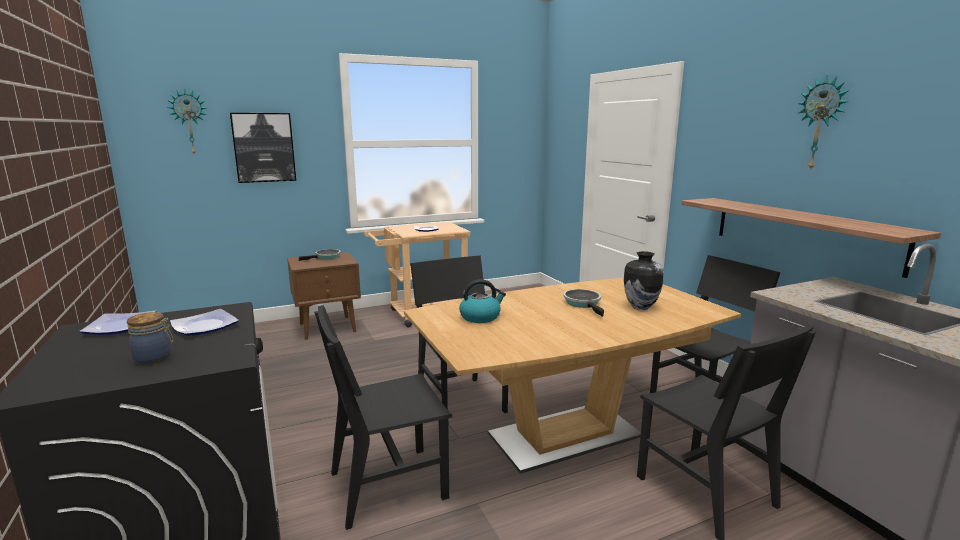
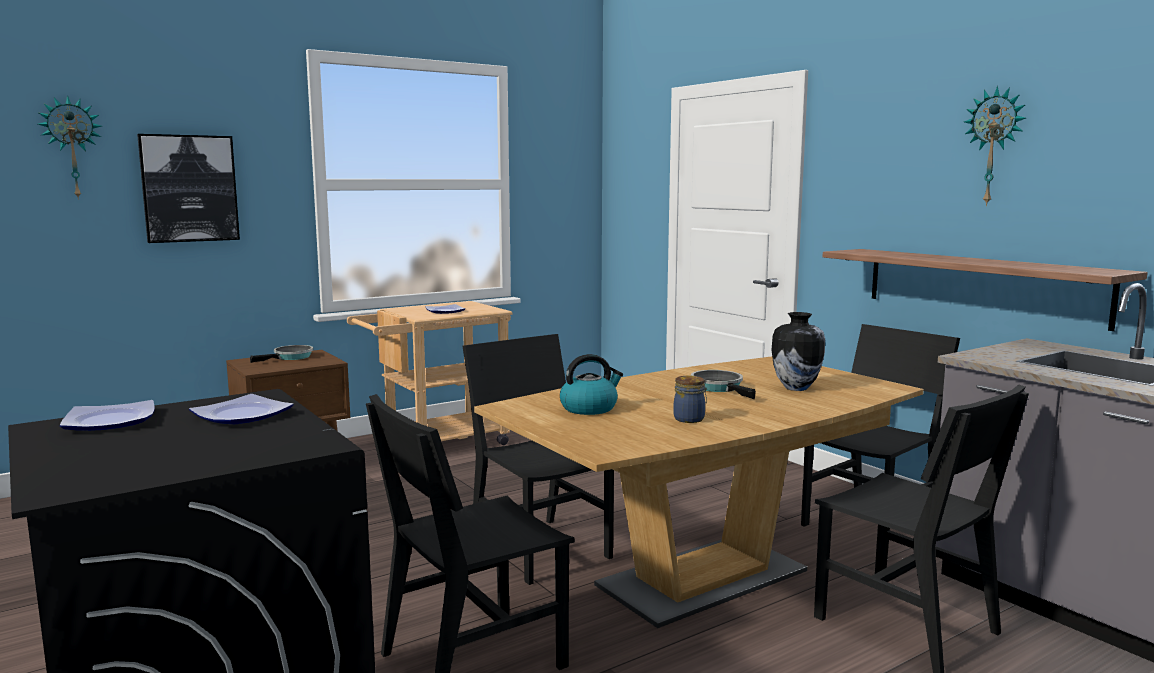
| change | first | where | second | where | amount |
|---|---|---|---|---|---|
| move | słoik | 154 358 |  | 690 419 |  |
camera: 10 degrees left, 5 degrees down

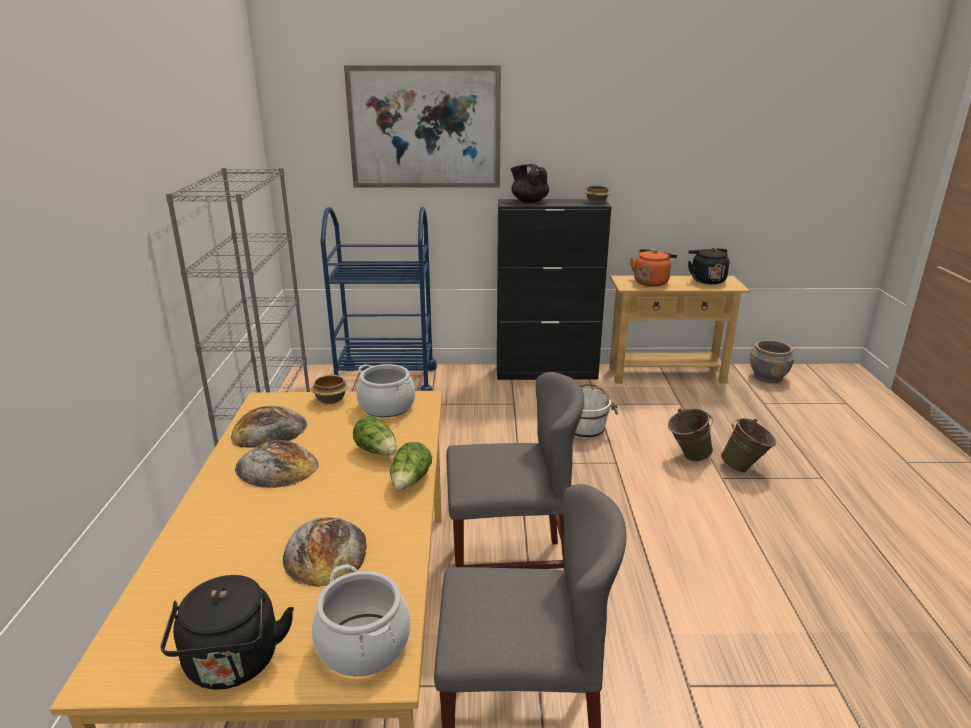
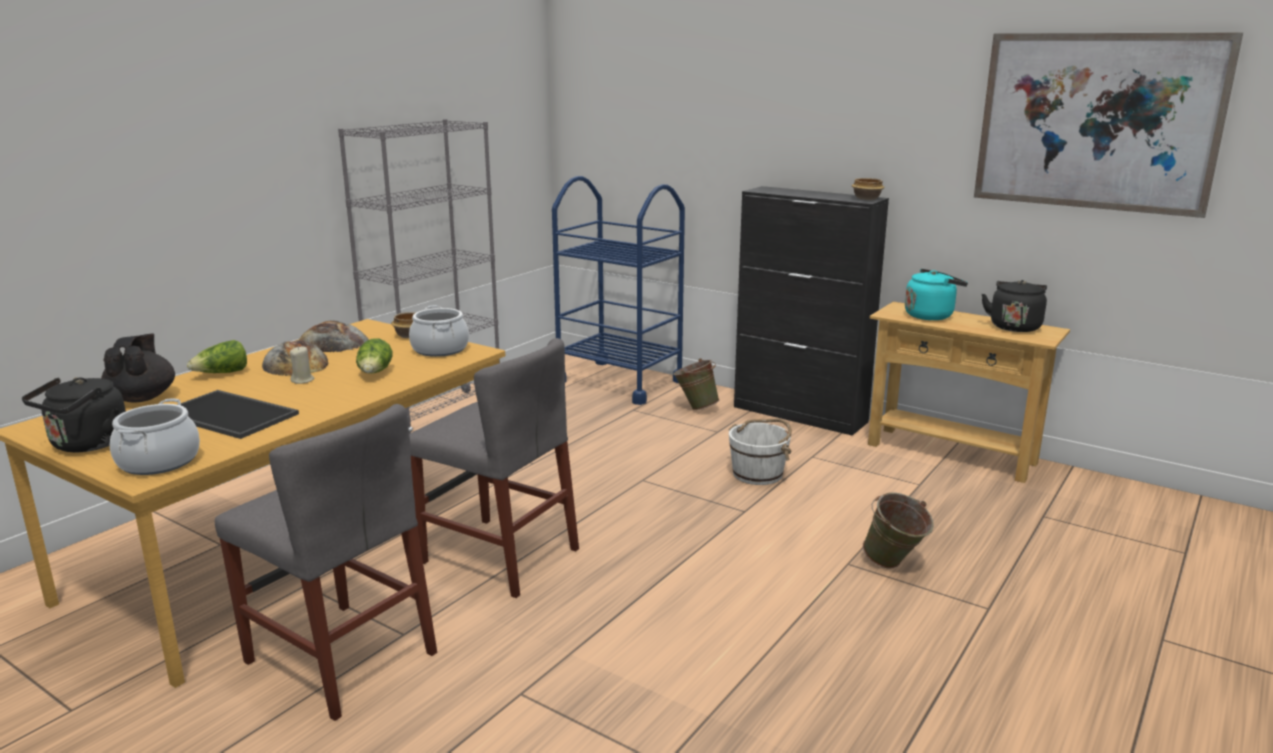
| change | first | where | second | where | amount |
|---|---|---|---|---|---|
| move | imbryk/czarny | 529 201 |  | 142 397 |  |
| replace | chleb | 326 552 | taca | 231 414 |  |
| move | sałata | 410 481 |  | 222 374 |  |
| insert |  |  | świeca/beżowy | 303 380 |  |
| move | wiadro/zielony | 687 457 |  | 695 407 |  |
| recolor | czajnik/pomarańczowy | 651 282 | czajnik/turkusowy | 931 315 |  |
| move | obraz | 424 128 |  | 1096 122 |  |
| delete | donica/szary | 767 377 |  |  |  |
camera: 35 degrees right, 5 degrees down

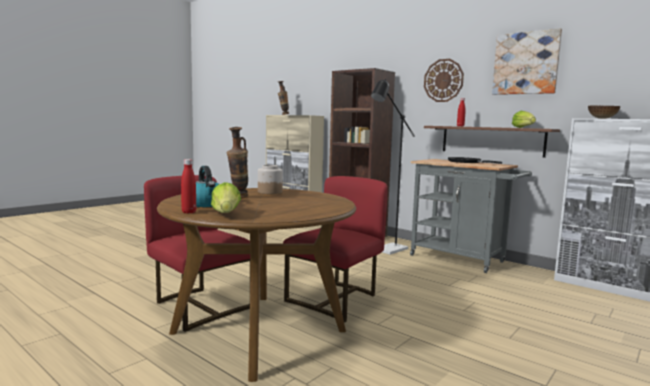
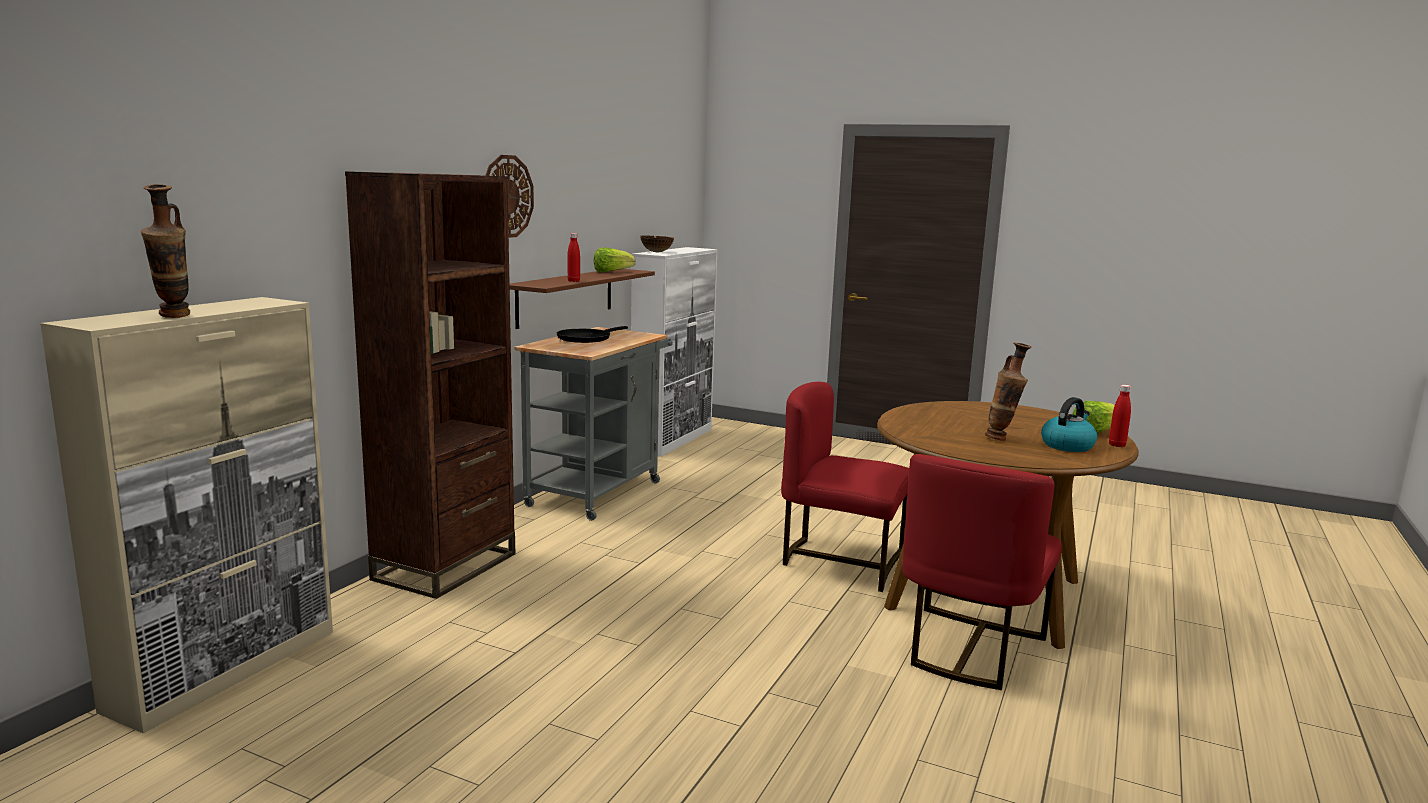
| change | first | where | second | where | amount |
|---|---|---|---|---|---|
| delete | słoik | 269 192 |  |  |  |
| delete | lampa stojąca/czarny | 387 250 |  |  |  |
| delete | obraz | 526 63 |  |  |  |
camera: 105 degrees left, 5 degrees up

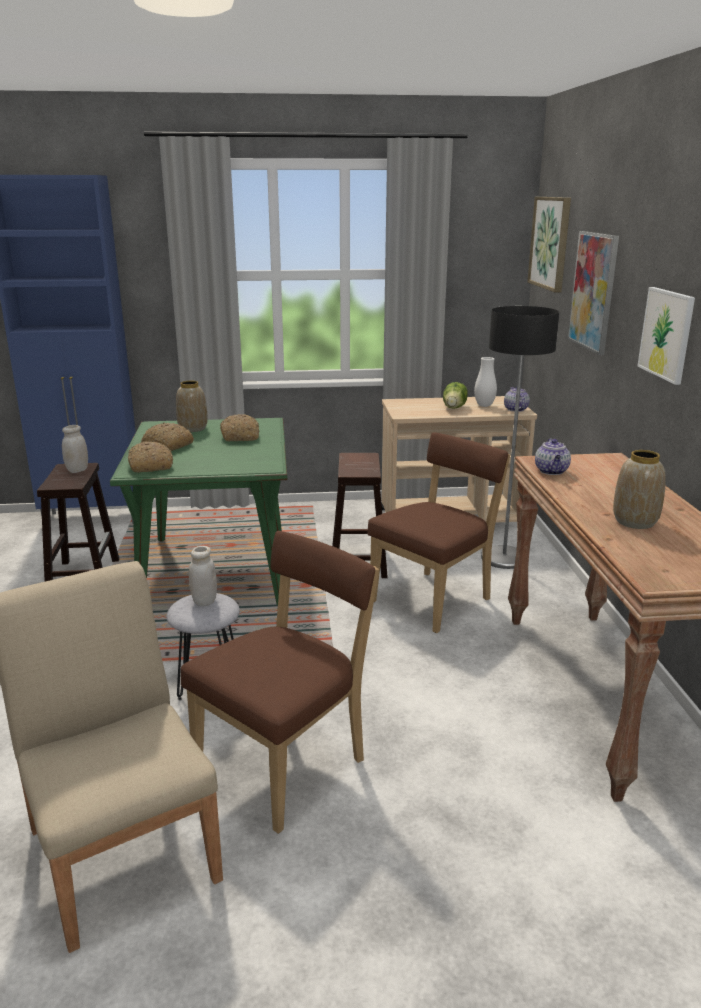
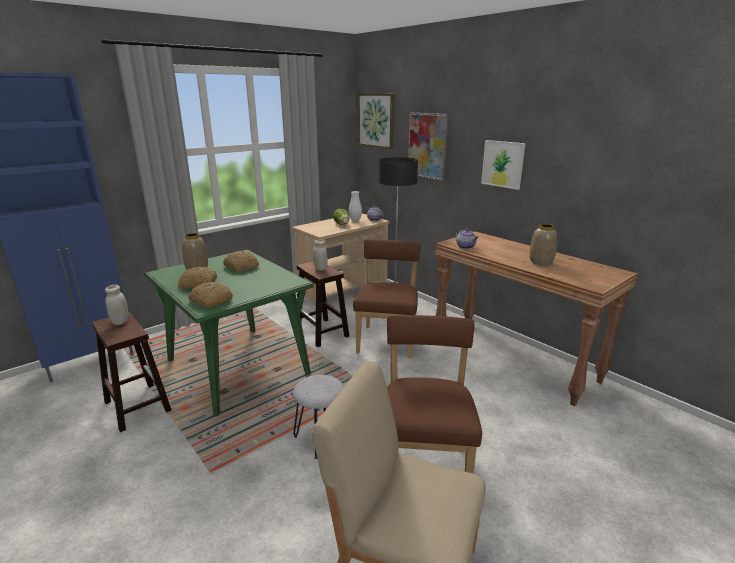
| change | first | where | second | where | amount |
|---|---|---|---|---|---|
| move | słoik/biały | 204 601 |  | 320 268 |  |
camera: 35 degrees left, 0 degrees up

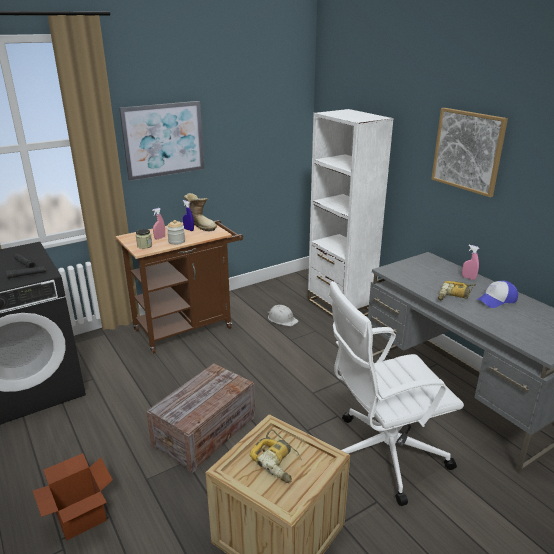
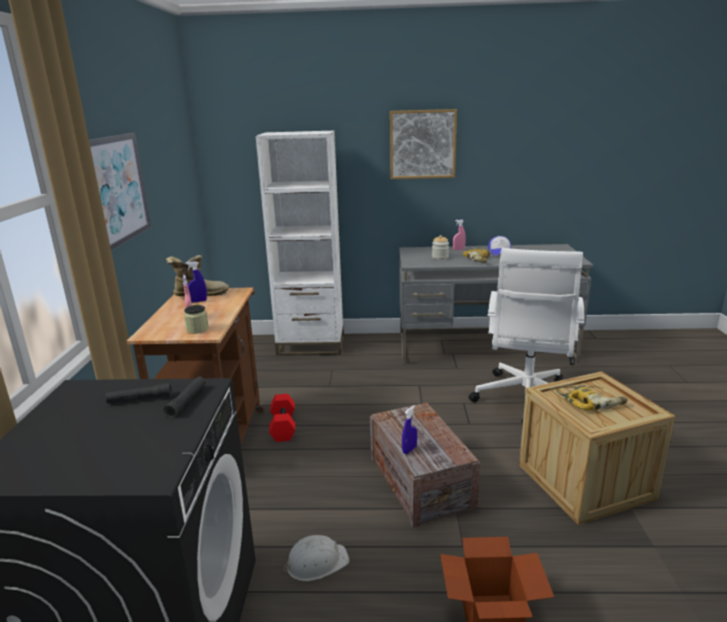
| change | first | where | second | where | amount |
|---|---|---|---|---|---|
| insert |  |  | hantel/czerwony | 282 426 |  |
| move | kask/biały | 282 319 |  | 316 562 |  |
| insert |  |  | spryskiwacz/niebieski | 409 450 |  |
| move | słoik | 176 241 |  | 440 257 |  |
camera: 55 degrees left, 5 degrees down

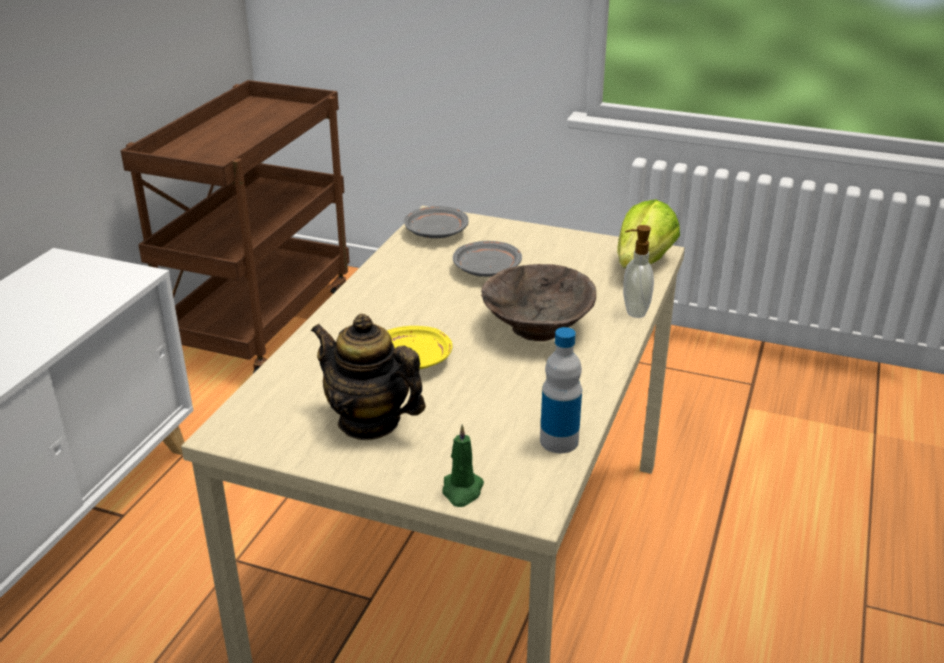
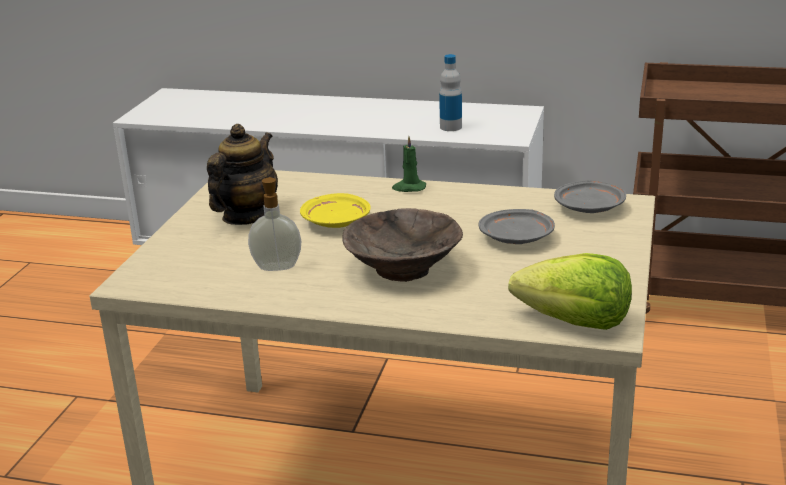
| change | first | where | second | where | amount |
|---|---|---|---|---|---|
| move | dozownik mydła | 634 311 |  | 277 266 |  |
| move | świeca/zielony | 462 491 |  | 409 188 |  |
| move | butelka | 559 441 |  | 451 127 |  |
camera: 85 degrees right, 5 degrees down

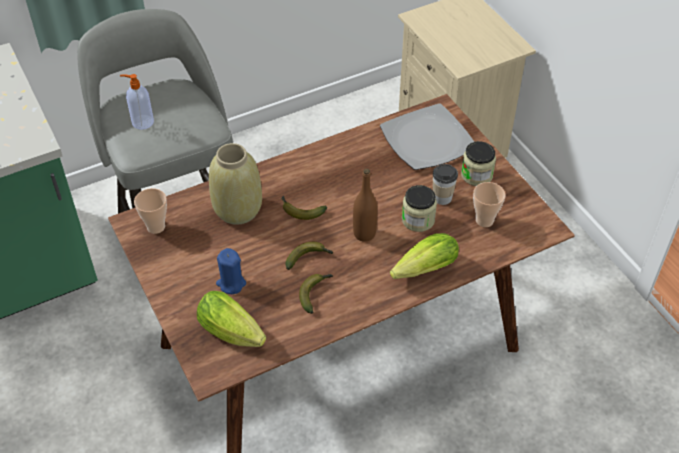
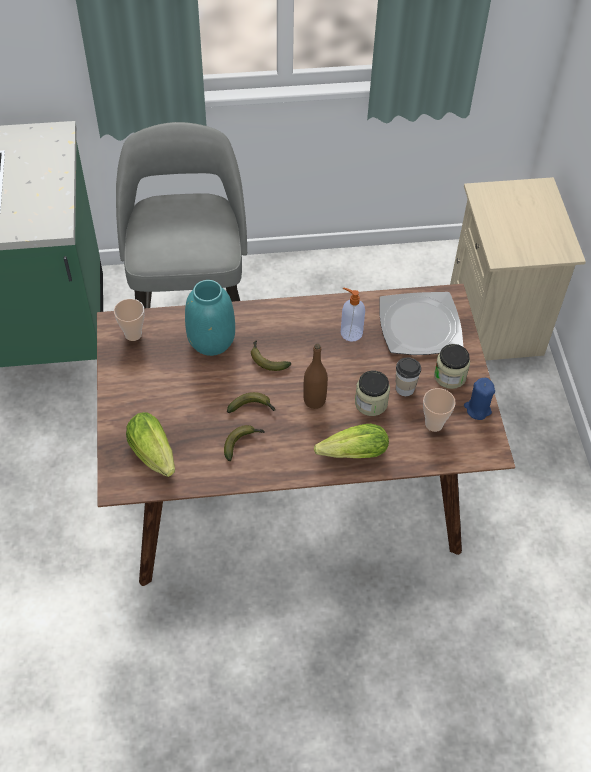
| change | first | where | second | where | amount |
|---|---|---|---|---|---|
| recolor | wazon/beżowy | 238 210 | wazon/turkusowy | 212 341 |  |
| move | dozownik mydła | 142 122 |  | 350 332 |  |
| move | świeca/niebieski | 231 283 |  | 477 409 |  |
camera: 20 degrees right, 5 degrees up

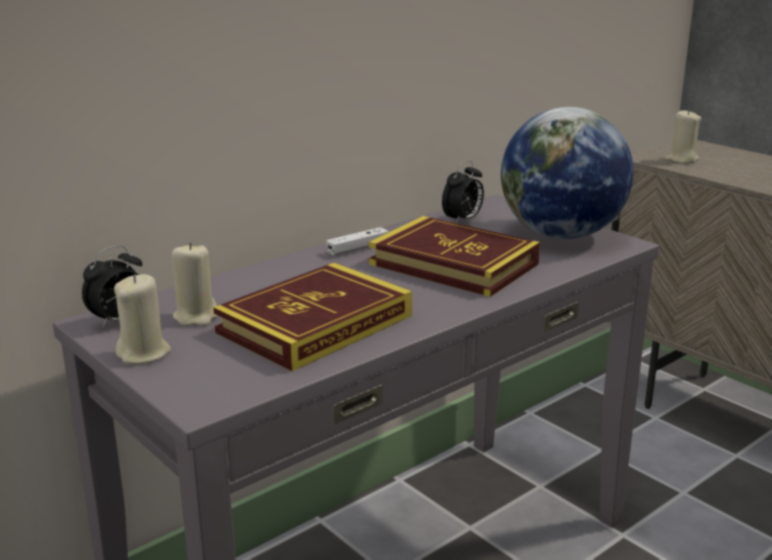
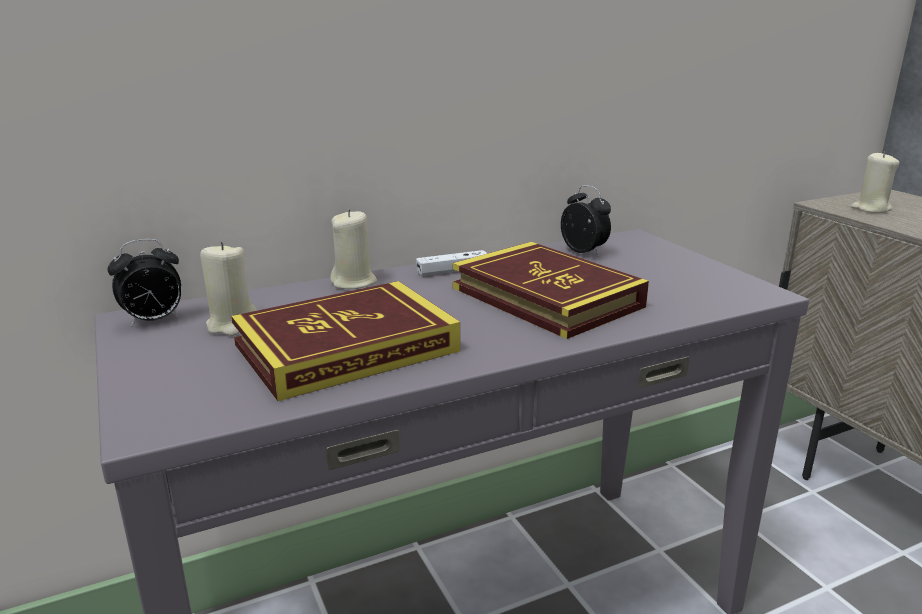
| change | first | where | second | where | amount |
|---|---|---|---|---|---|
| move | świeca/beżowy | 144 353 |  | 354 282 |  |
| rotate | budzik | 462 220 |  | 585 252 | 90 degrees counterclockwise |
| delete | globus | 560 235 |  |  |  |
camera: 15 degrees right, 0 degrees up

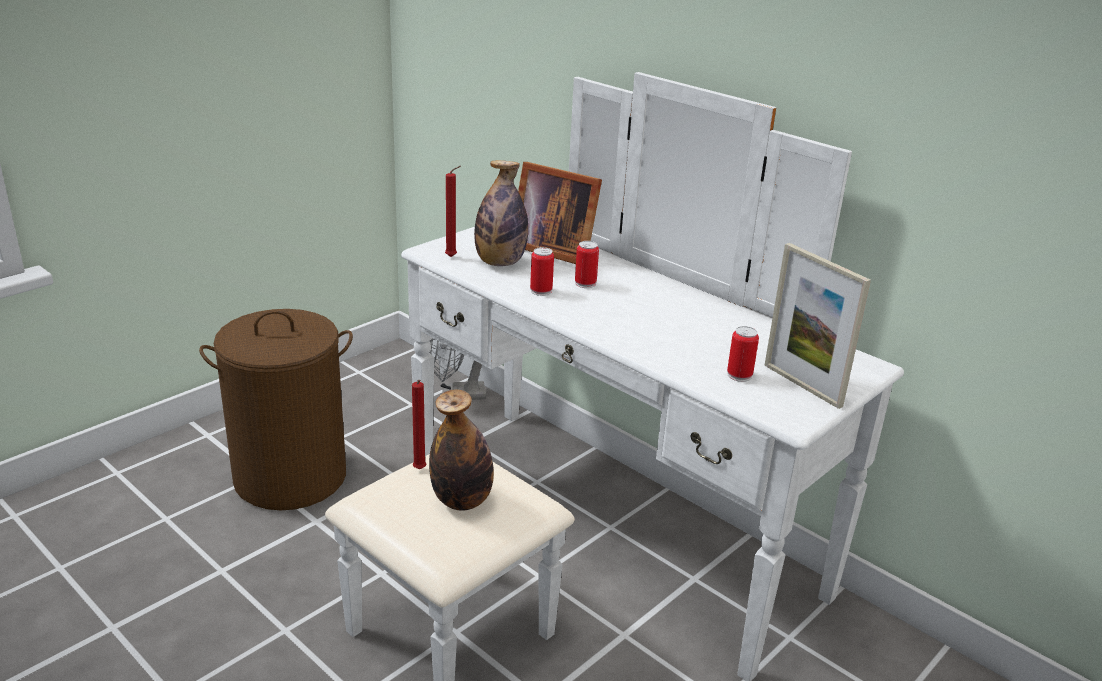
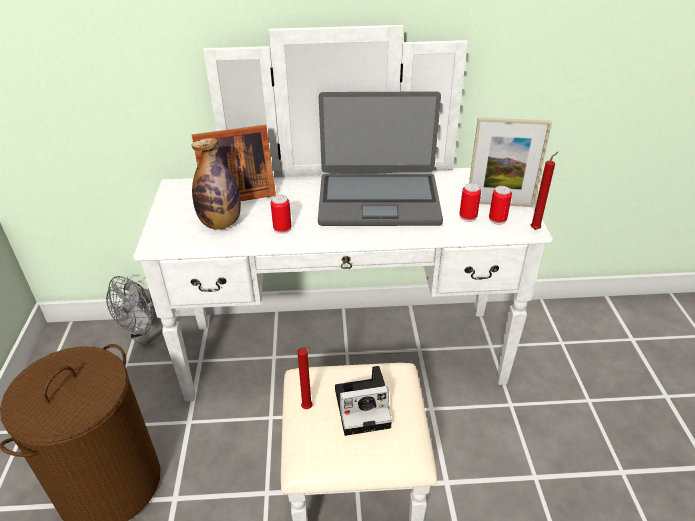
| change | first | where | second | where | amount |
|---|---|---|---|---|---|
| insert |  |  | laptop | 378 200 |  |
| replace | butelka | 462 501 | aparat fotograficzny | 364 406 |  |
| move | puszka | 585 283 |  | 497 219 |  |
| move | świeca/czerwony | 453 257 |  | 536 229 |  |
camera: 45 degrees left, 10 degrees up

